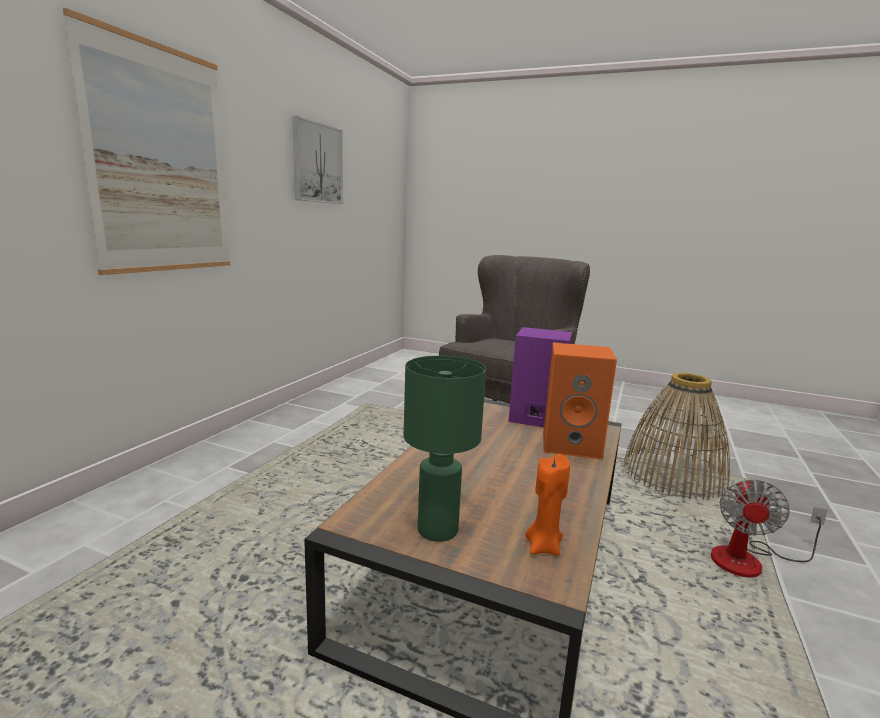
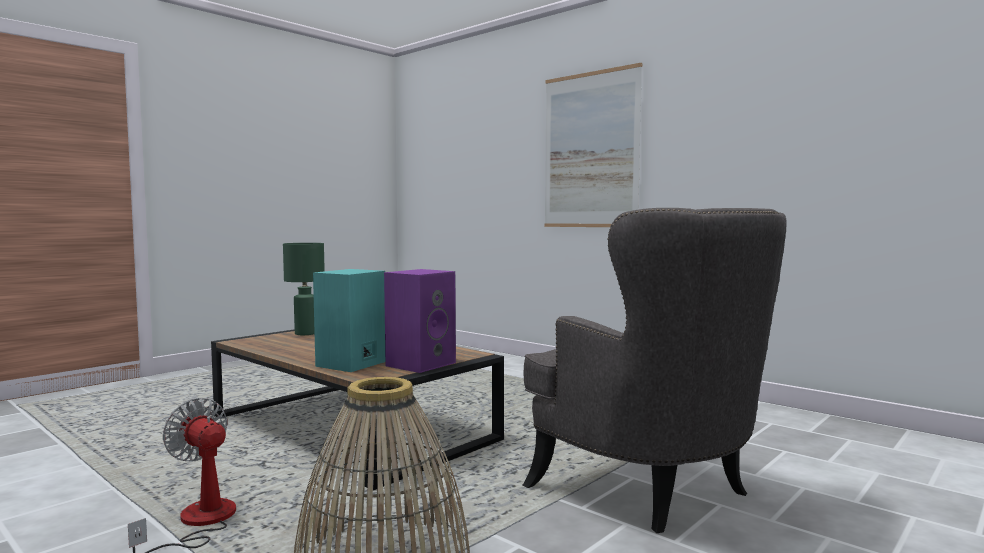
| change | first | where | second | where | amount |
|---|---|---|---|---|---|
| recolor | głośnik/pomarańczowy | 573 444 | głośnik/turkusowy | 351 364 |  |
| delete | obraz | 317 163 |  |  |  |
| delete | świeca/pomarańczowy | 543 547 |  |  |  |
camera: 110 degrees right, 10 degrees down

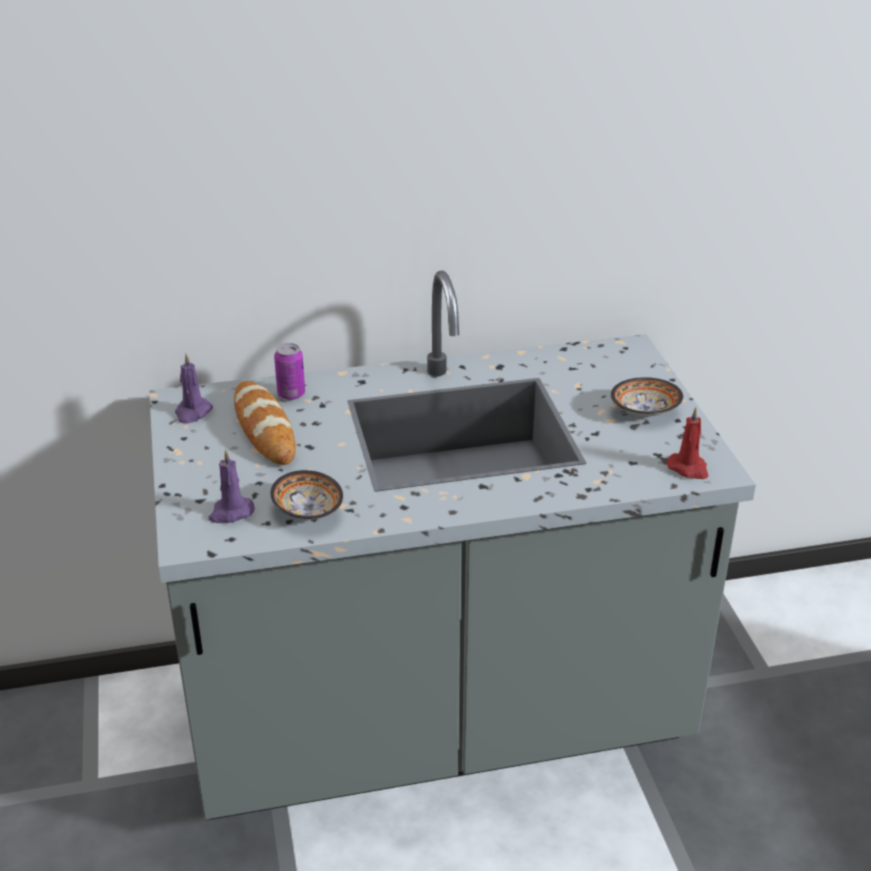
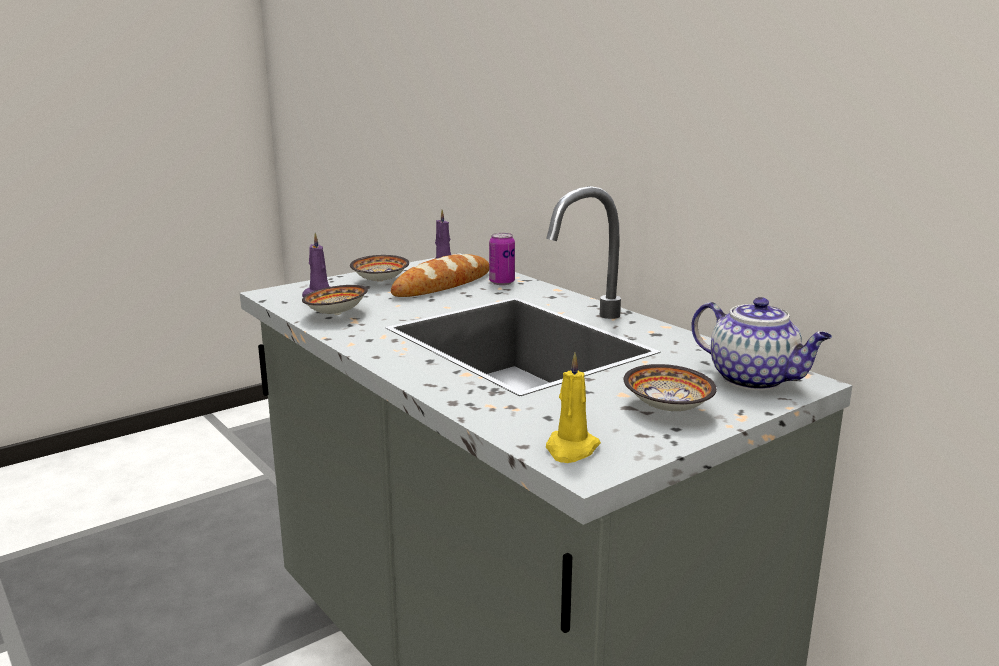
| change | first | where | second | where | amount |
|---|---|---|---|---|---|
| insert |  |  | miska | 380 281 |  |
| recolor | świeca/czerwony | 688 468 | świeca/żółty | 571 449 |  |
| insert |  |  | imbryk | 755 380 |  |
camera: 65 degrees right, 15 degrees down

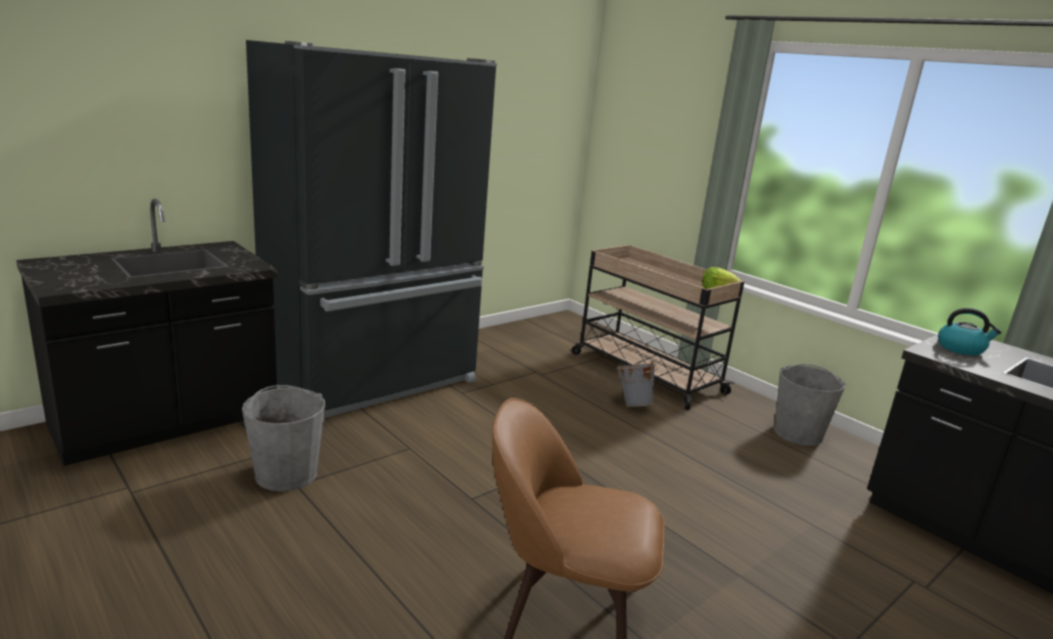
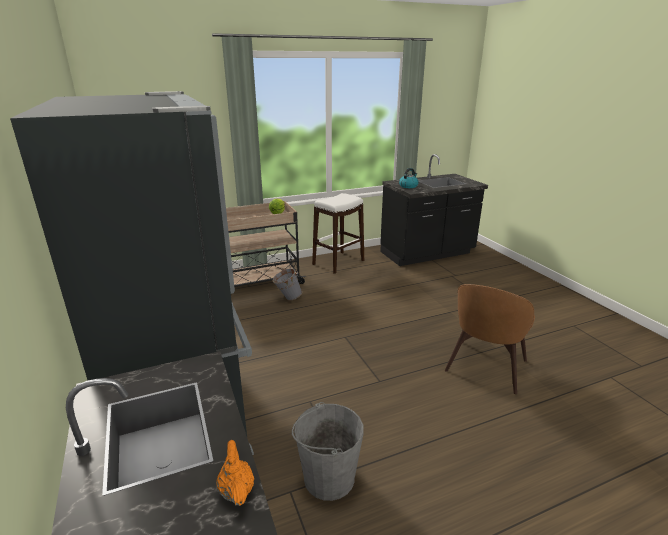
| change | first | where | second | where | amount |
|---|---|---|---|---|---|
| insert |  |  | imbryk/pomarańczowy | 236 490 |  |
| replace | wiadro/szary | 798 433 | stołek/biały | 338 262 |  |
camera: 70 degrees left, 5 degrees up

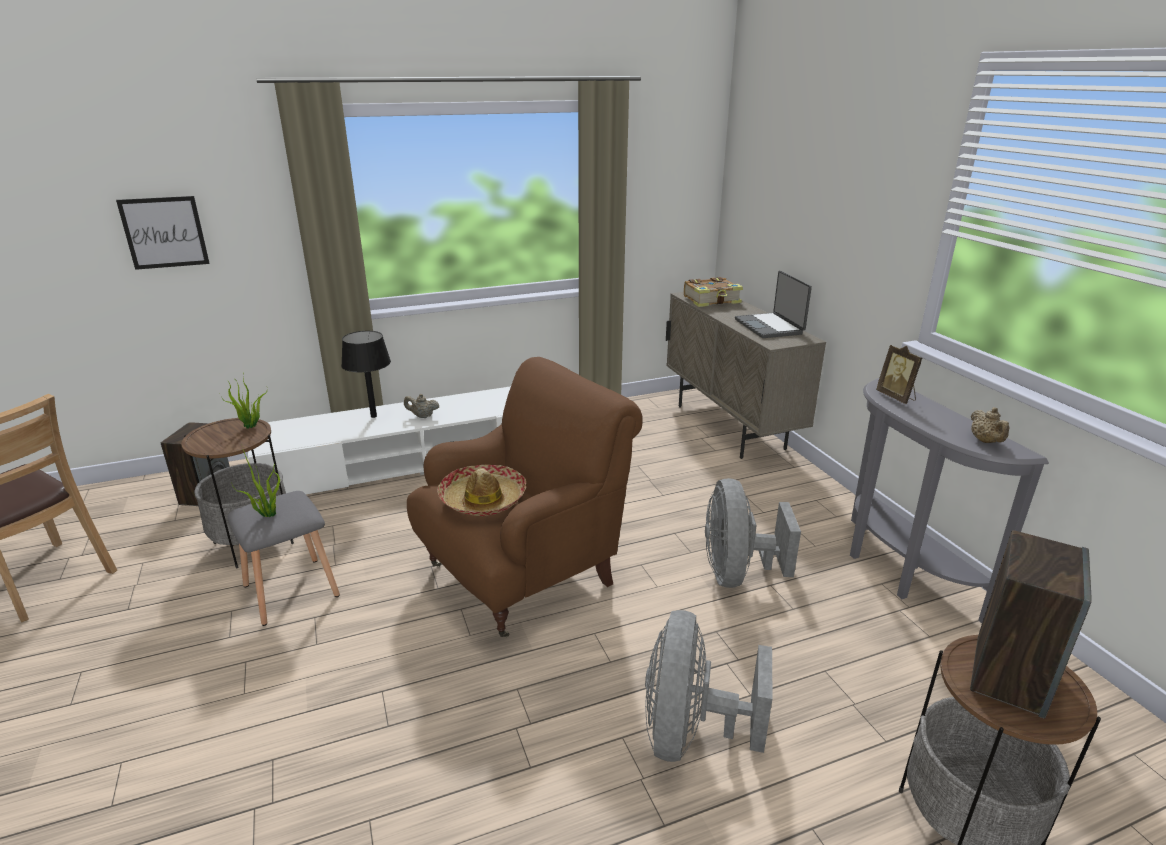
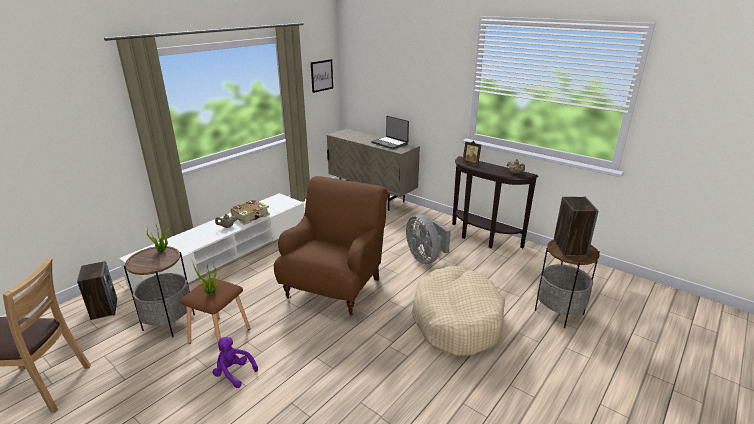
| change | first | where | second | where | amount |
|---|---|---|---|---|---|
| recolor | stołek/szary | 292 589 | stołek/brązowy | 220 335 |  |
| insert |  |  | pluszak/fioletowy | 234 373 |  |
| move | książka | 712 300 |  | 251 216 |  |
| move | obraz | 164 232 |  | 322 75 |  |
| replace | wentylator/szary | 690 733 | legowisko/beżowy | 456 320 |  |
| recolor | stolik konsolowy/szary | 897 571 | stolik konsolowy/brązowy | 482 238 |  |
| delete | lampa stołowa/czarny | 373 416 |  |  |  |
| delete | kapelusz | 483 499 |  |  |  |
camera: 30 degrees left, 0 degrees up

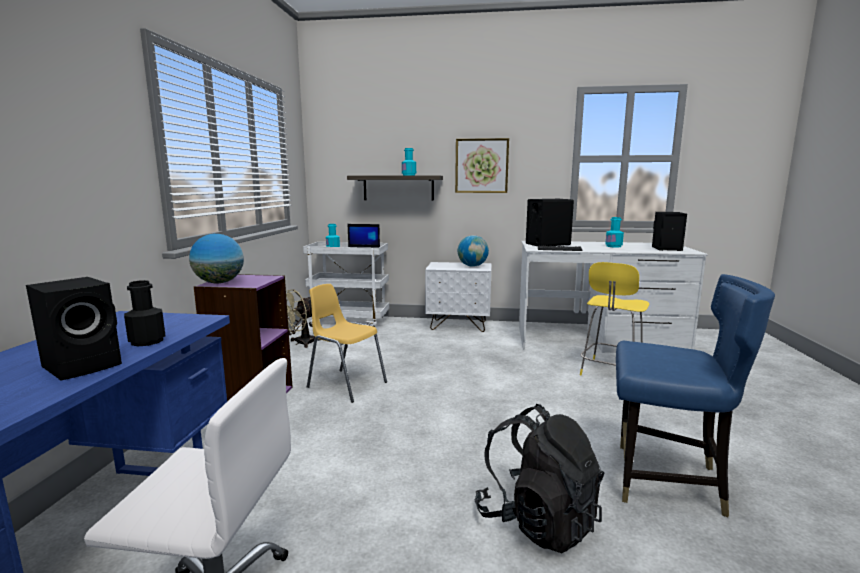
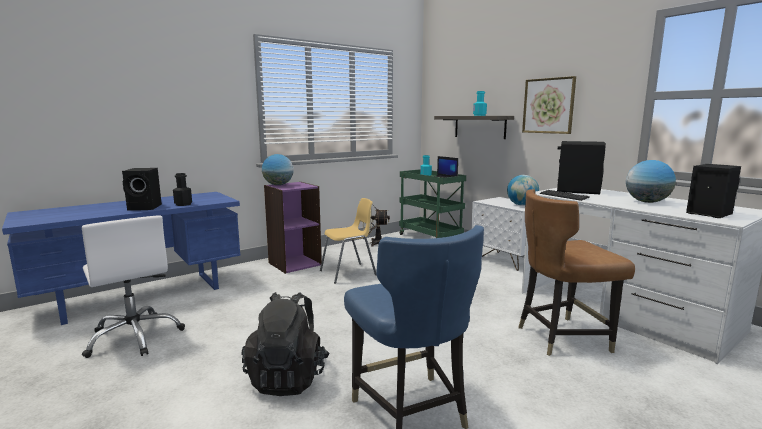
| change | first | where | second | where | amount |
|---|---|---|---|---|---|
| rotate | krzesło/żółty | 346 385 |  | 349 273 | 75 degrees clockwise |
| recolor | wózek/biały | 350 322 | wózek/zielony | 431 238 |  |
| replace | stołek/żółty | 610 373 | krzesło/brązowy | 561 337 |  |
| replace | butelka/turkusowy | 613 246 | globus | 647 202 |  |
camera: 45 degrees right, 0 degrees up

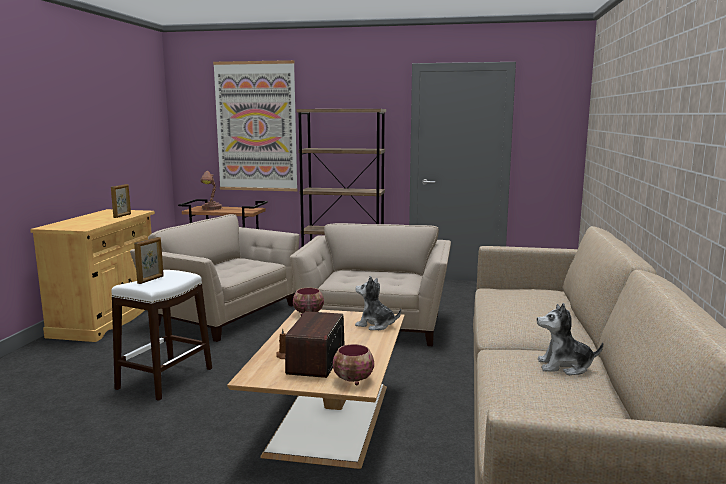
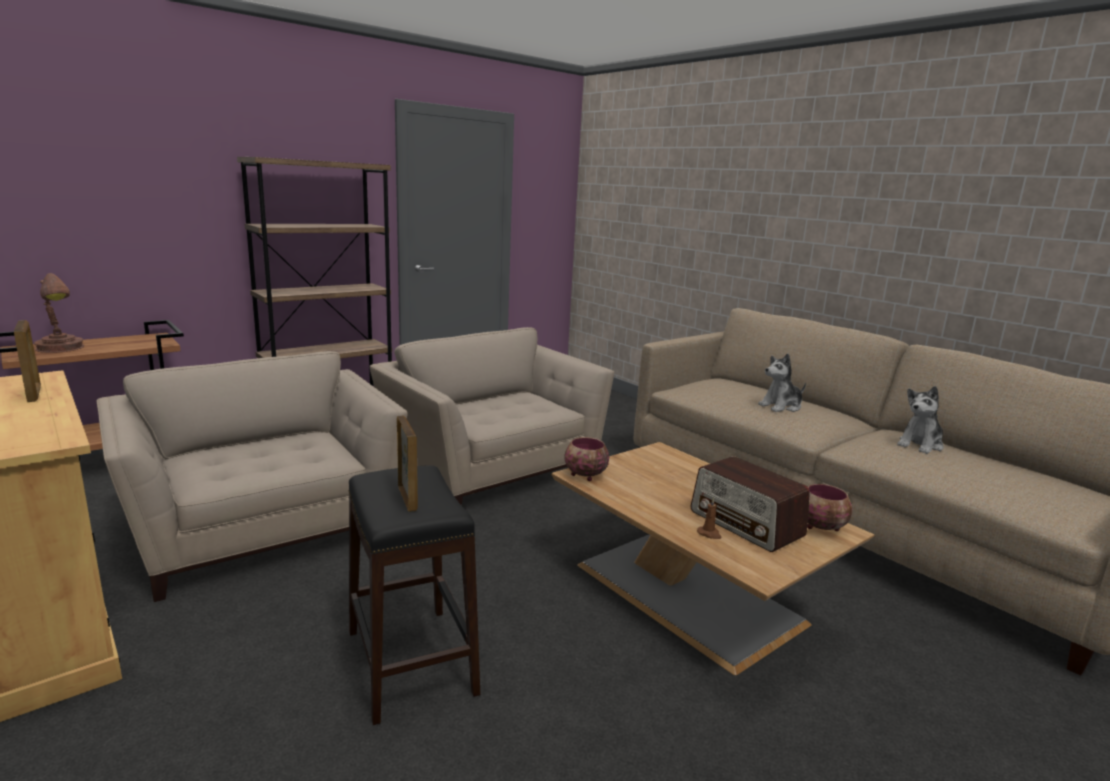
| change | first | where | second | where | amount |
|---|---|---|---|---|---|
| rotate | fotel/beżowy | 224 314 |  | 265 529 | 75 degrees clockwise |
| recolor | stołek/biały | 164 378 | stołek/czarny | 410 662 |  |
| move | pluszak | 375 325 |  | 781 406 |  |
| delete | obraz | 256 127 |  |  |  |
camera: 50 degrees left, 5 degrees up

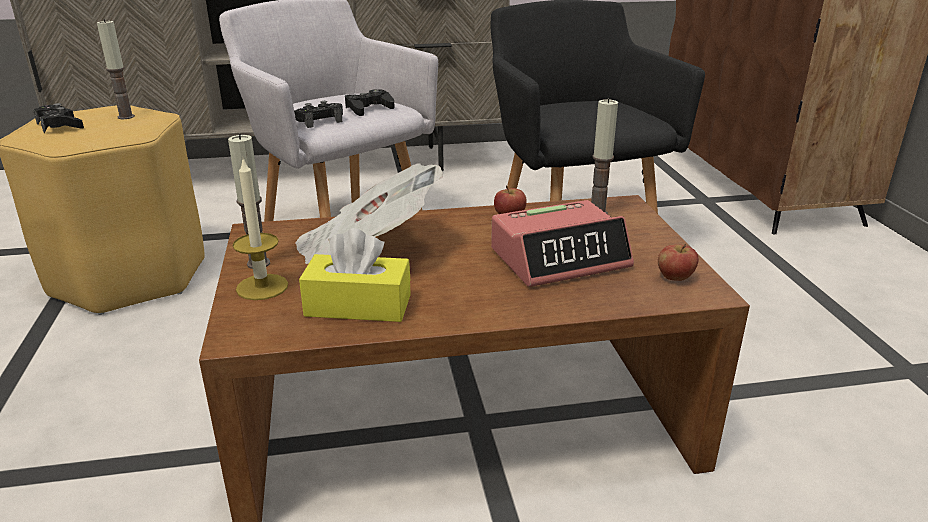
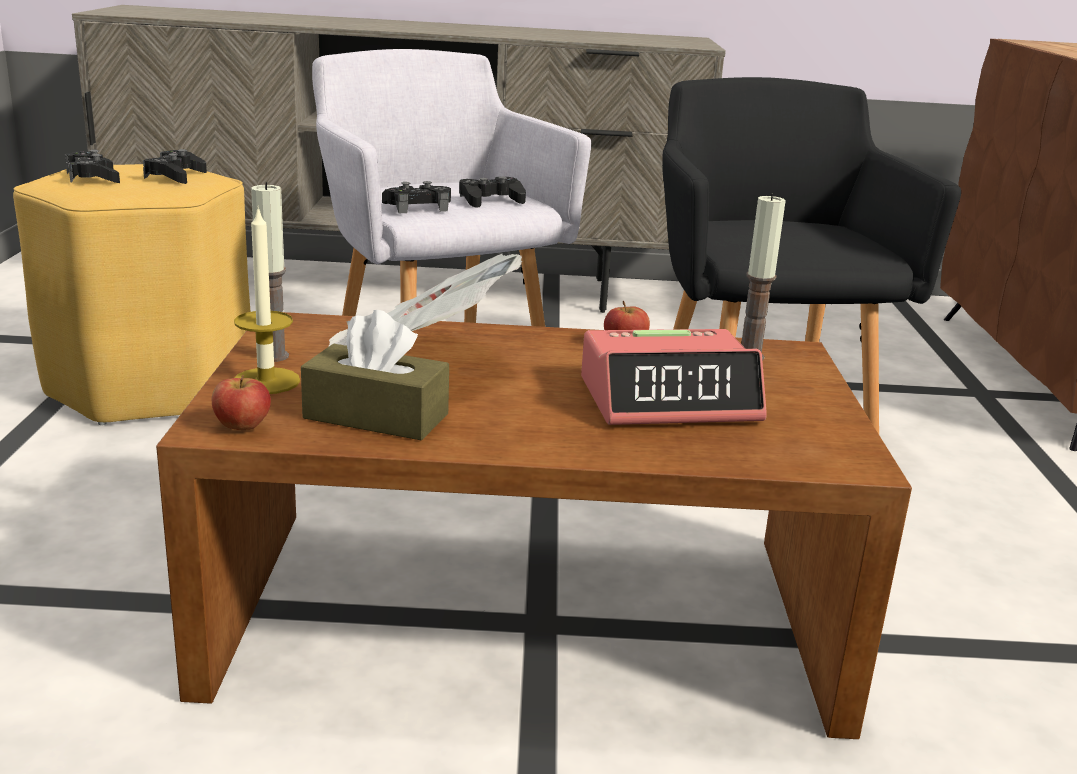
| change | first | where | second | where | amount |
|---|---|---|---|---|---|
| replace | świeca | 126 117 | pad do gier/czarny | 175 176 |  |
| move | jabłko | 675 277 |  | 242 426 |  |
| recolor | pudełko chusteczek/żółty | 358 305 | pudełko chusteczek/brązowy | 376 416 |  |
camera: 10 degrees right, 5 degrees down

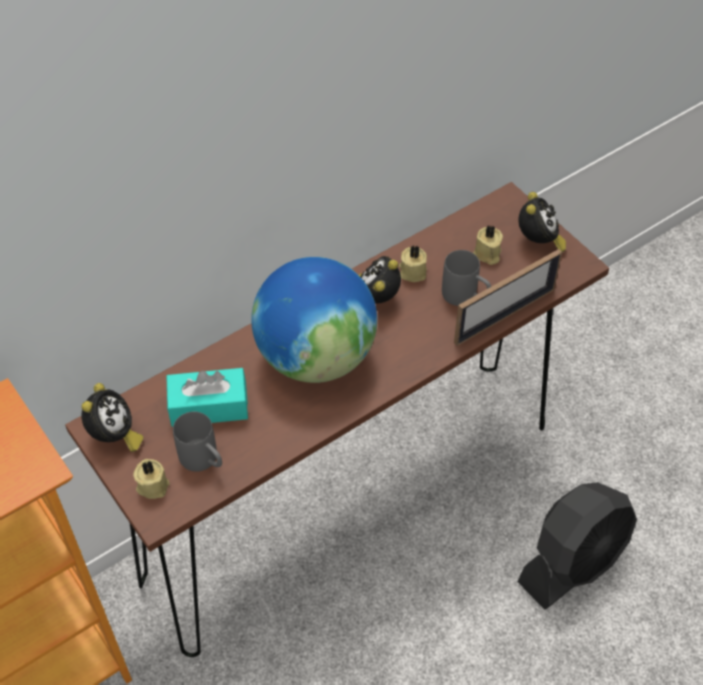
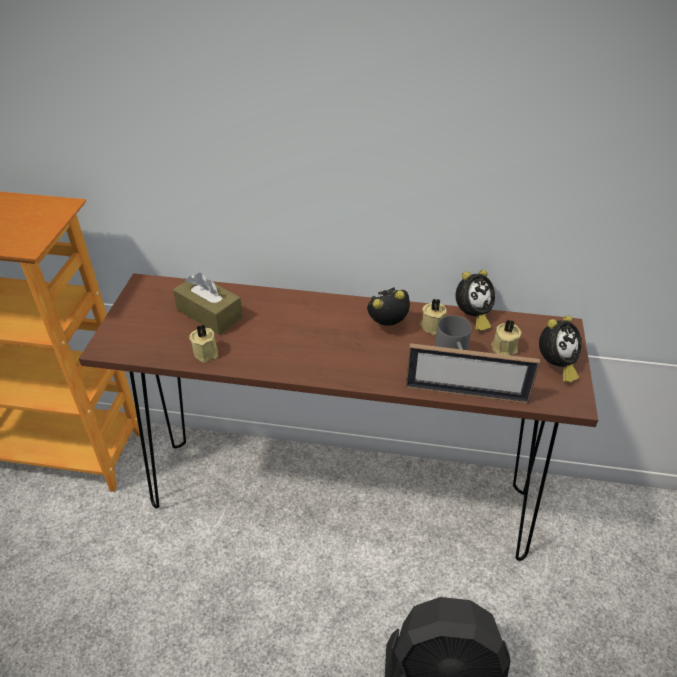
| change | first | where | second | where | amount |
|---|---|---|---|---|---|
| recolor | pudełko chusteczek/turkusowy | 209 406 | pudełko chusteczek/brązowy | 210 314 |  |
| move | świeca/beżowy | 152 485 |  | 206 352 |  |
| move | budzik | 114 437 |  | 472 317 |  |
| delete | kubek/szary | 204 461 |  |  |  |
| delete | globus | 316 356 |  |  |  |
camera: 45 degrees right, 10 degrees down

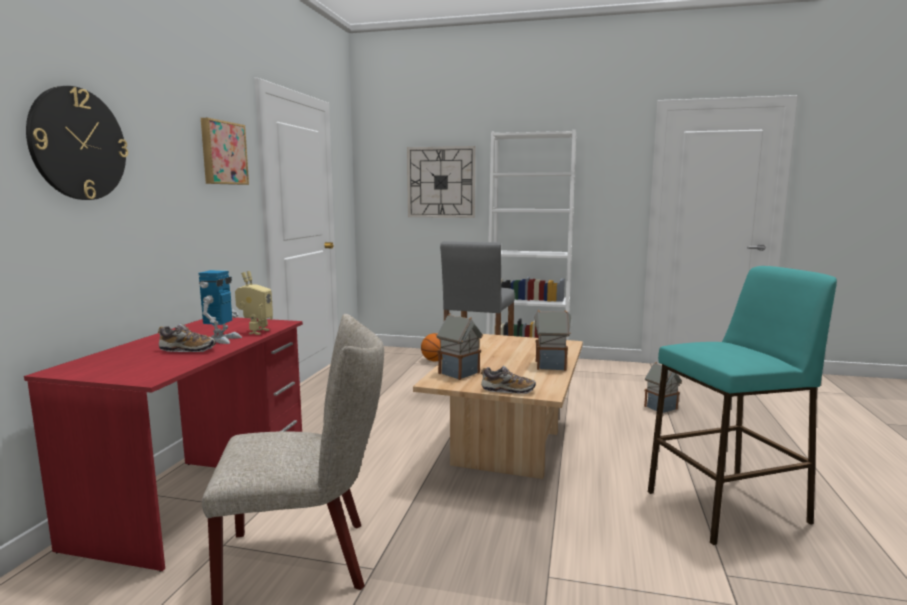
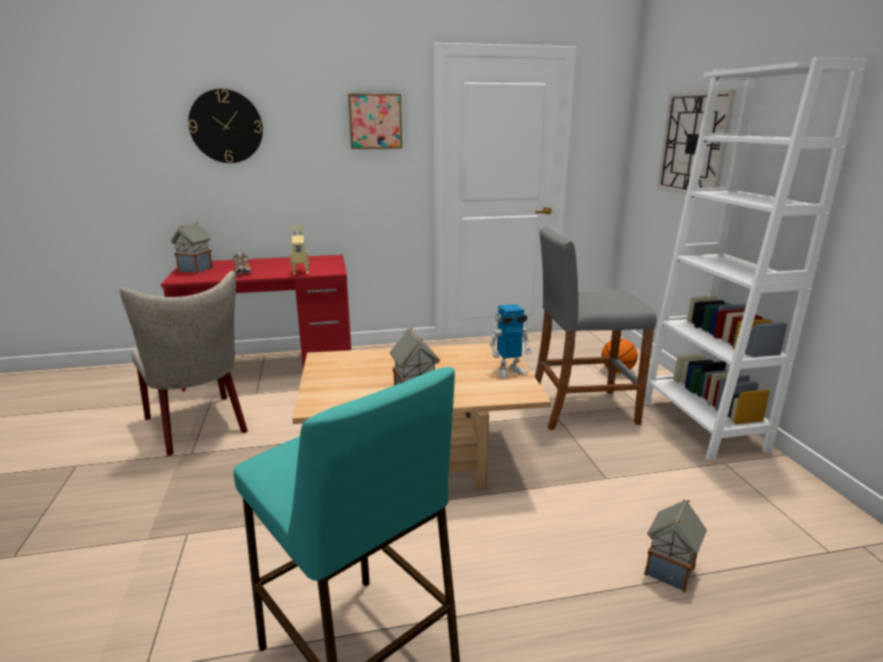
| change | first | where | second | where | amount |
|---|---|---|---|---|---|
| move | domek | 460 373 |  | 195 269 |  |
| move | robot zabawkowy | 222 340 |  | 509 371 |  |
| delete | but | 507 390 |  |  |  |
camera: 65 degrees right, 10 degrees up

